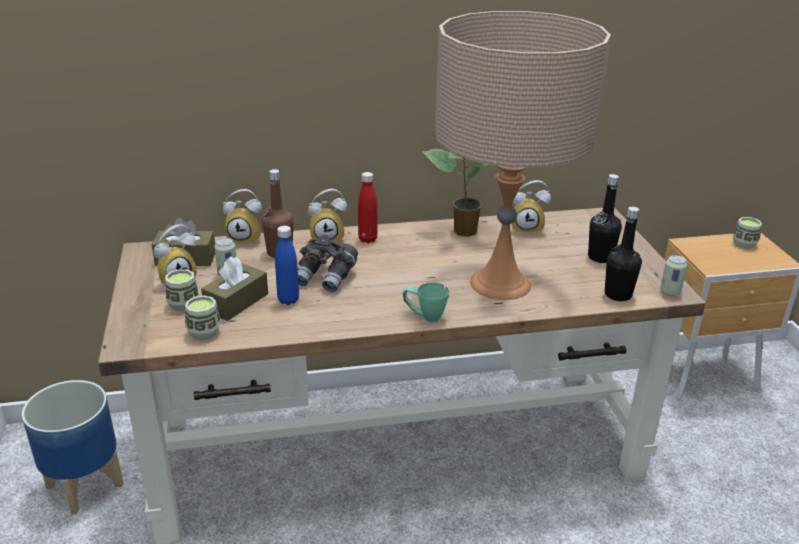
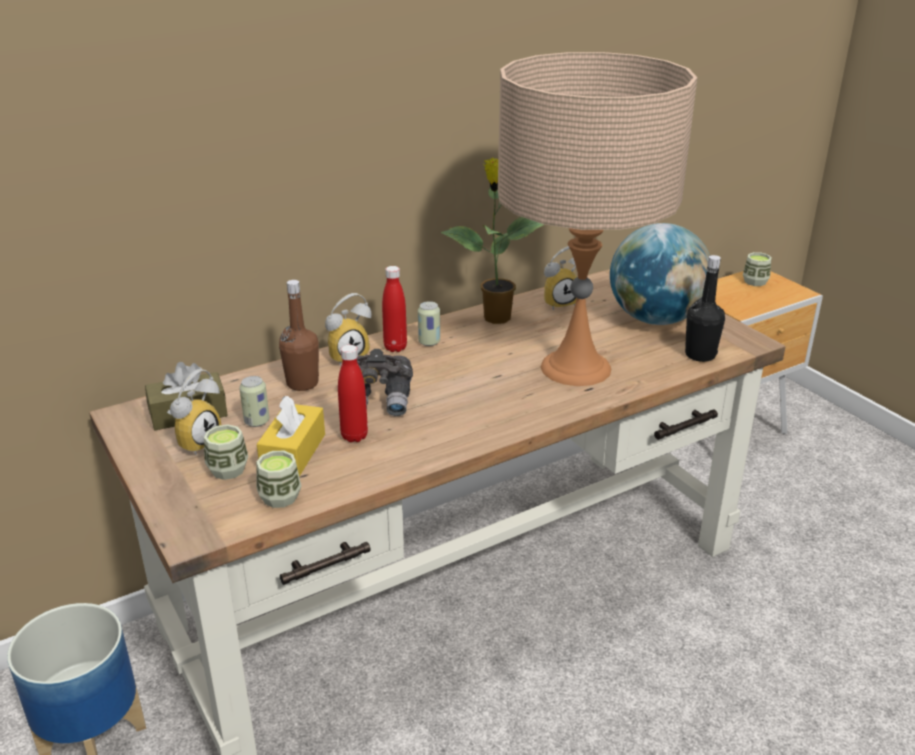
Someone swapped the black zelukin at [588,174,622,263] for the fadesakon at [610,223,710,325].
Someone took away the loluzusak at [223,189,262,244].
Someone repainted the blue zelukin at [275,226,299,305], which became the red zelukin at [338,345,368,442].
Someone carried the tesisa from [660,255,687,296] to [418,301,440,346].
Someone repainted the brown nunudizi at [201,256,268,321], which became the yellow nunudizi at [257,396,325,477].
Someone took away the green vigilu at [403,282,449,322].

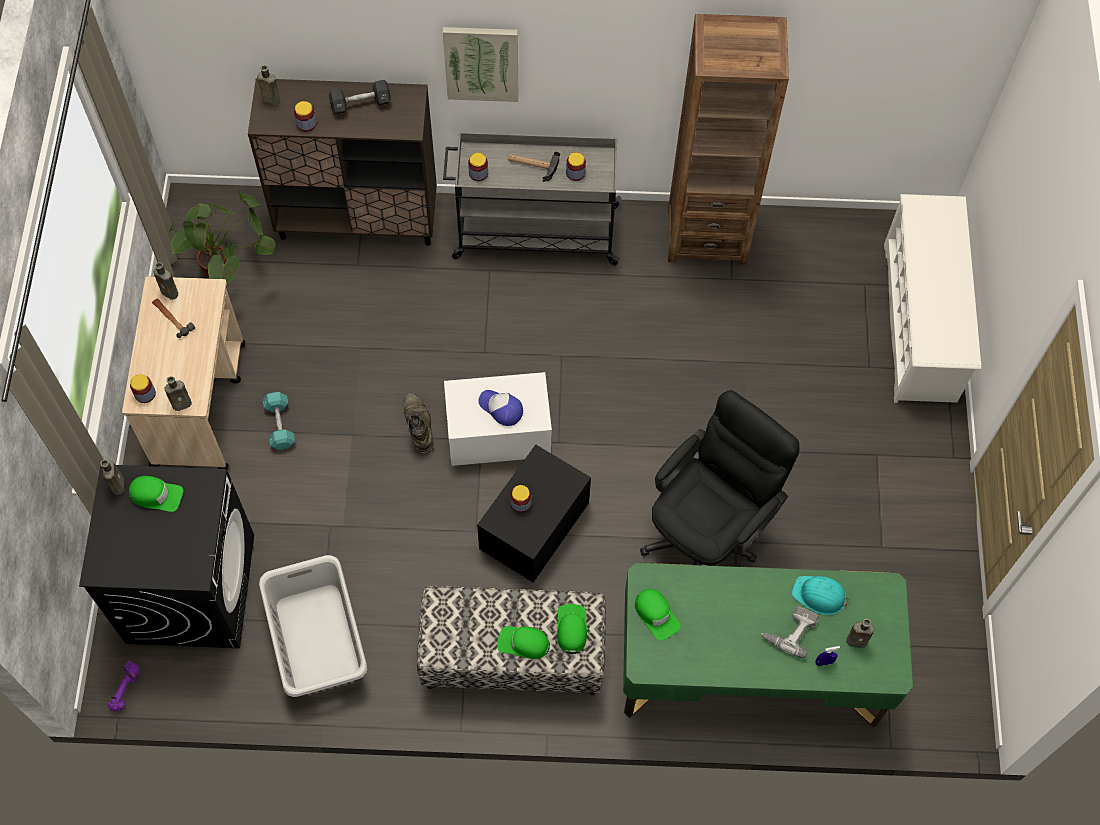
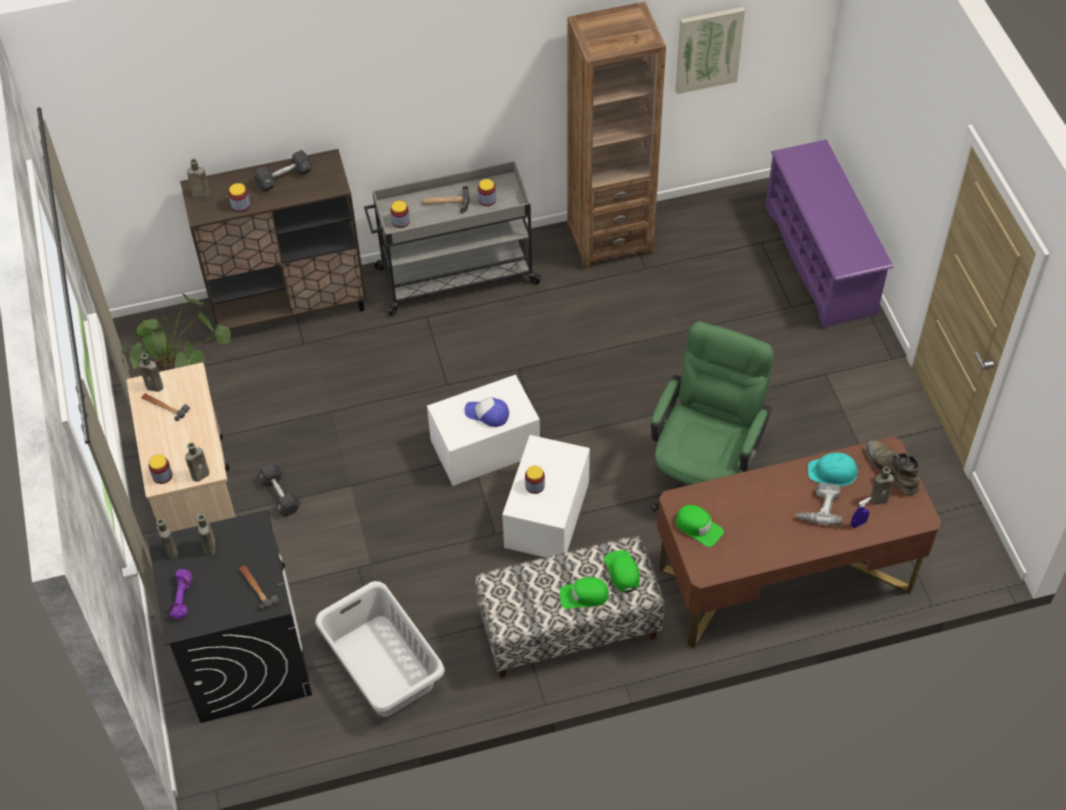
Someone carried the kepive from [443,27,518,102] to [675,7,745,94].
Someone repainted the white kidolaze at [884,194,981,403], which became the purple kidolaze at [765,140,893,329].
Someone repainted the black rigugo at [640,390,799,566], which became the green rigugo at [650,321,774,512].
Someone repainted the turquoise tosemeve at [262,392,295,450], which became the black tosemeve at [258,464,301,516].
Someone carried the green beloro from [403,393,434,454] to [865,441,920,495].
Someone repainted the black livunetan at [477,445,591,583], which became the white livunetan at [502,435,590,557].
Someone swapped the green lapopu at [129,476,183,512] for the brown zelukin at [197,514,215,556].
Someone repainted the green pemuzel at [623,563,913,728], which became the brown pemuzel at [657,436,941,649].
Someone carried the purple tosemeve from [107,661,140,711] to [169,569,192,619].
Someone put down the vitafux at [239,565,279,610].

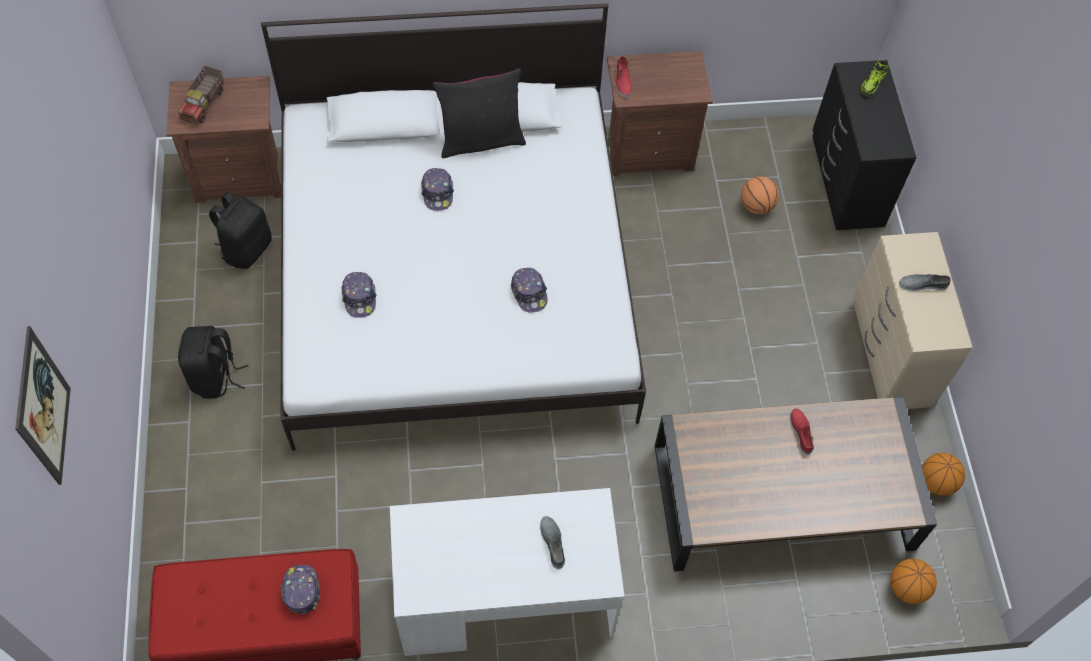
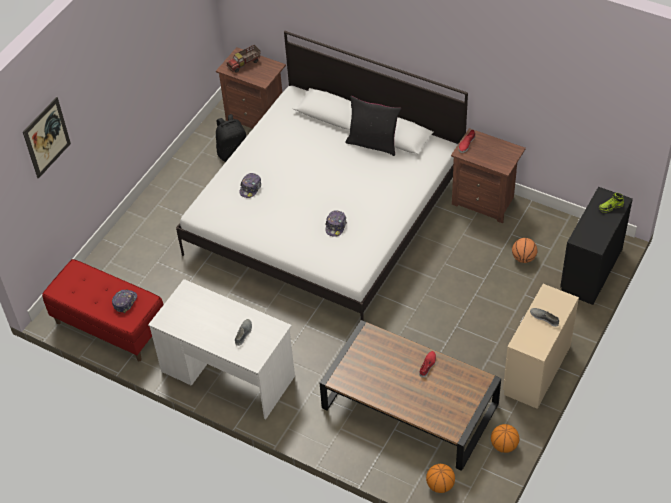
Someone took away the lapopu at [421,168,454,211].
Someone took away the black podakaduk at [178,326,249,399].

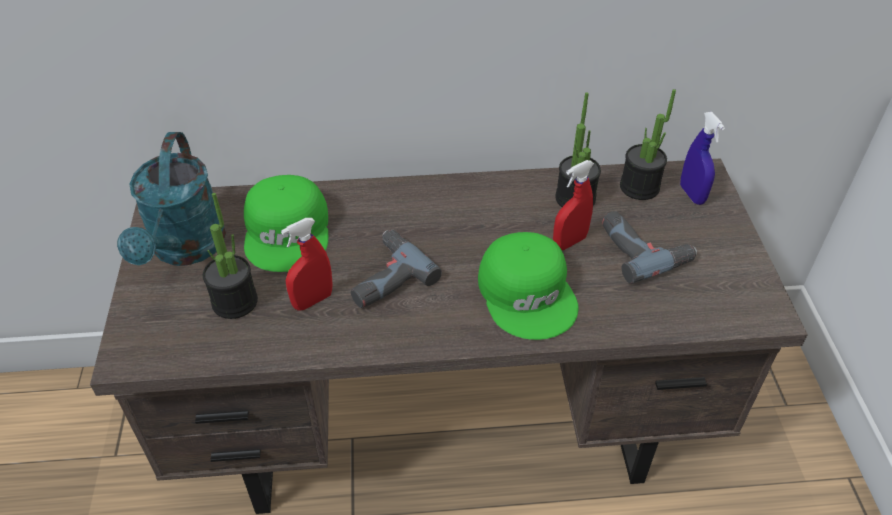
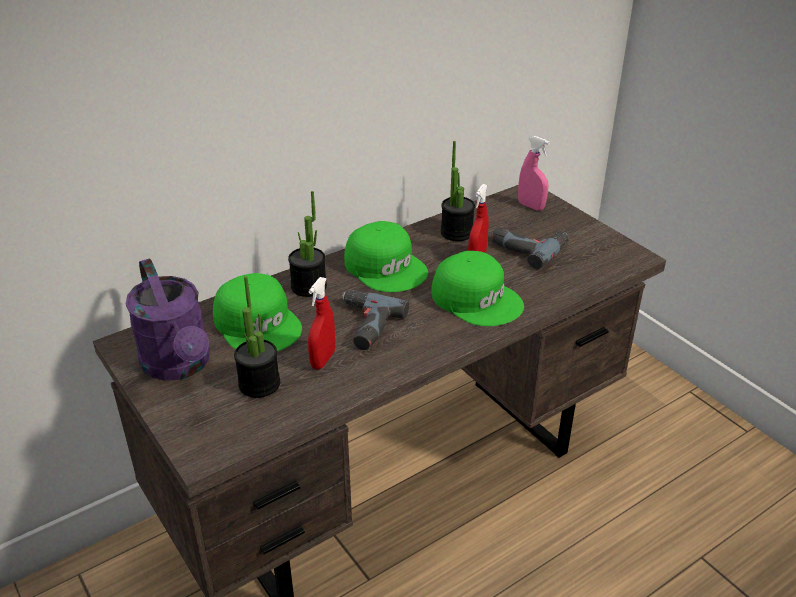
Someone carried the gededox from [620,89,676,200] to [288,191,327,297].
Someone repainted the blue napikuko at [680,112,725,205], which became the pink napikuko at [518,136,550,211].
Someone repainted the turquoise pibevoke at [117,132,226,266], which became the purple pibevoke at [125,258,210,381].
Someone put down the green lapopu at [344,221,428,292].

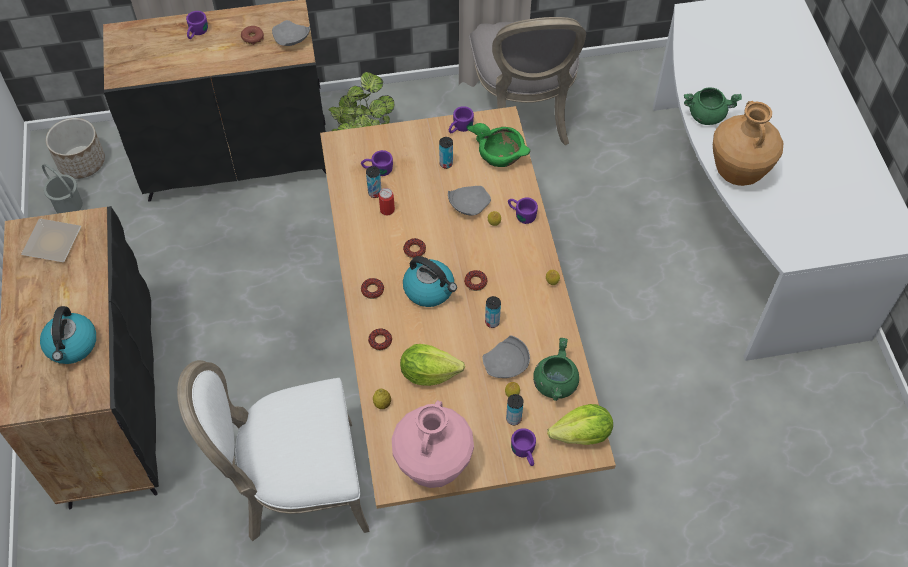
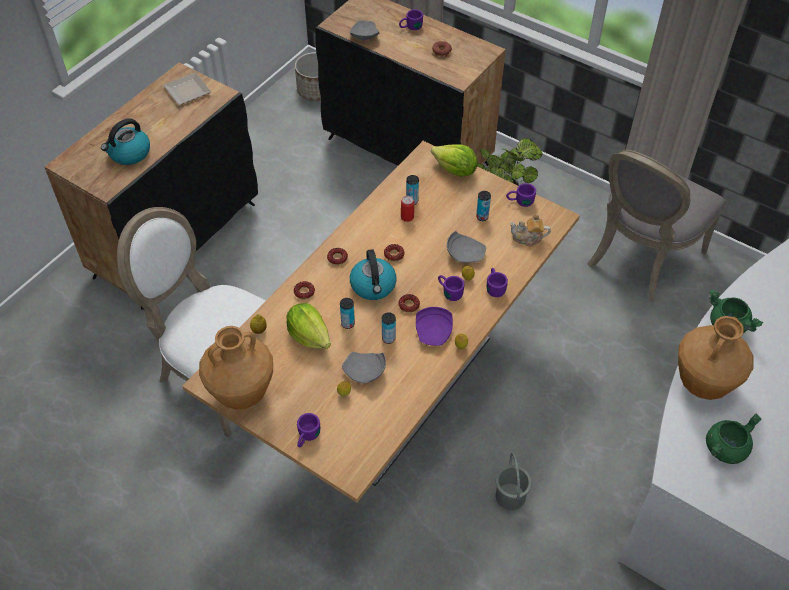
Someone carried the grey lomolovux from [272,20,310,46] to [350,20,379,40].
Someone swapped the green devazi at [467,123,530,167] for the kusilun at [510,214,551,247].
Someone carried the purple vigilu from [361,150,393,176] to [438,275,465,301].
Someone carried the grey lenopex from [42,164,83,214] to [496,453,532,510].
Someone carried the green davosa from [533,338,579,401] to [706,414,761,464].
Someone carried the tesisa from [506,394,524,425] to [340,298,355,329].
Someone repainted the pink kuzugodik at [391,400,474,488], which became the brown kuzugodik at [199,326,273,409].
Someone carried the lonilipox from [547,404,613,445] to [431,144,478,177].
Someone put down the purple lomolovux at [416,307,453,346].

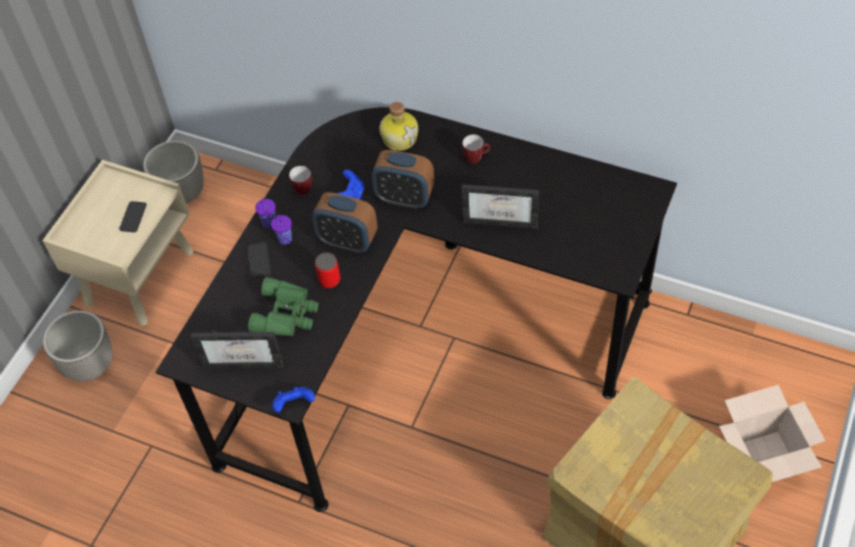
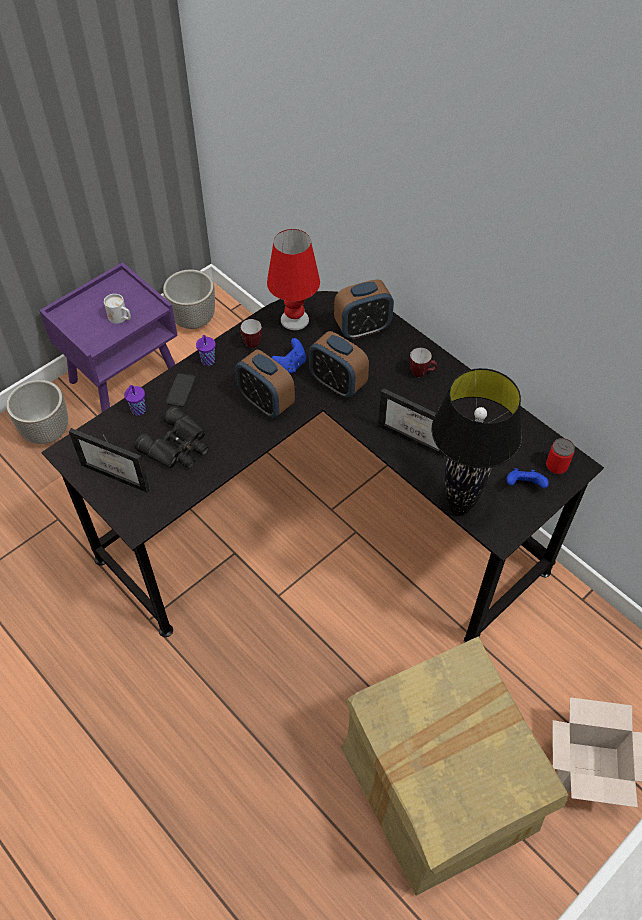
Someone swapped the zelukin at [379,102,418,151] for the loluzusak at [334,279,394,339].
Someone repainted the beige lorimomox at [42,160,193,326], which became the purple lorimomox at [39,262,178,412].
Someone swapped the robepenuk at [119,201,147,232] for the white vigilu at [104,294,131,324].
Someone carried the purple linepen from [271,215,292,245] to [124,385,146,416].
Someone carried the tesisa from [315,252,340,288] to [546,438,575,474].
Someone repainted the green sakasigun at [248,277,318,336], which became the black sakasigun at [134,406,208,469].
Someone carried the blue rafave from [272,387,315,412] to [507,468,549,488].
Someone put down the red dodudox at [267,229,320,330].
Someone put down the black dodudox at [432,368,522,516].

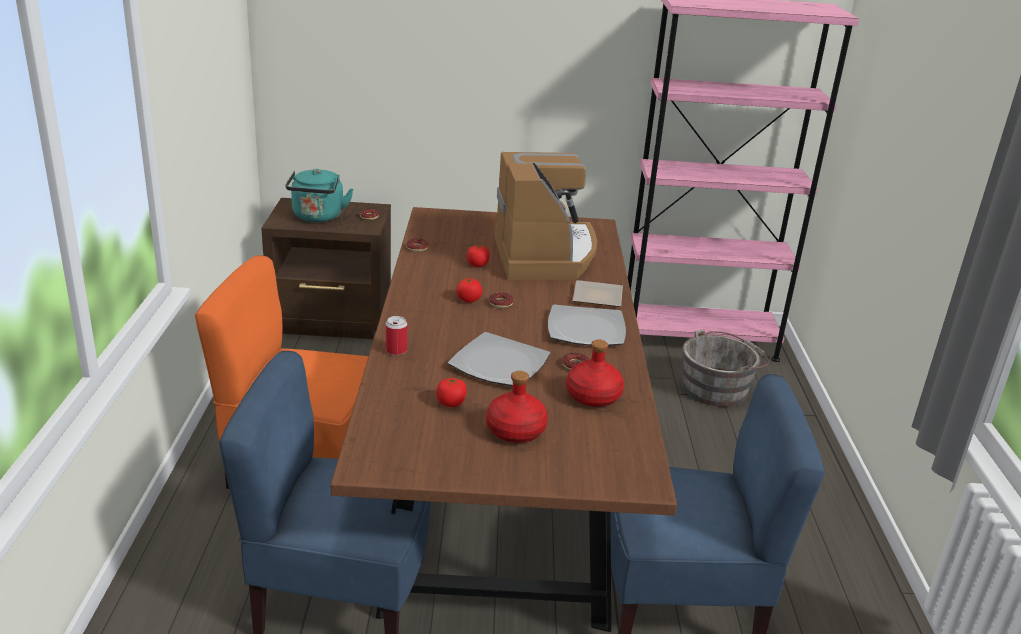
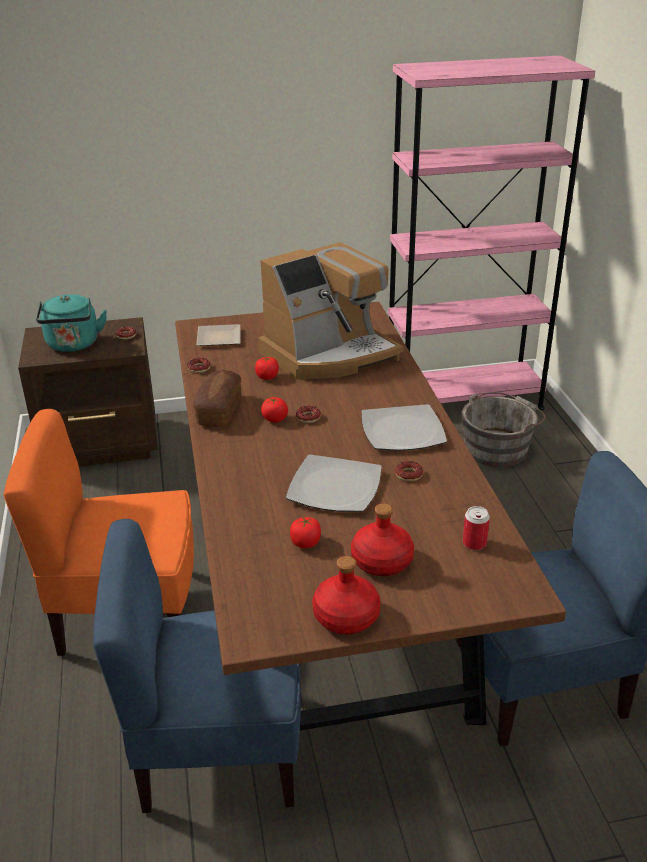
Someone rotated the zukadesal at [494,152,597,280] by 75 degrees clockwise.
Someone carried the lomolovux from [573,280,623,307] to [196,324,241,346].
Someone carried the tesisa from [386,316,407,355] to [463,506,490,550].
Someone carried the red zelukin from [566,339,624,407] to [312,556,381,635].
Someone put down the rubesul at [193,370,241,427].

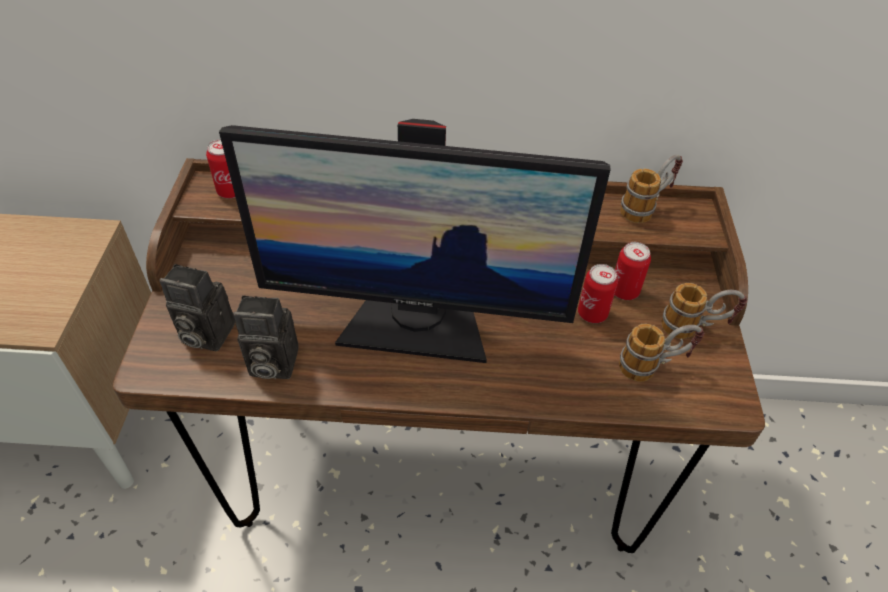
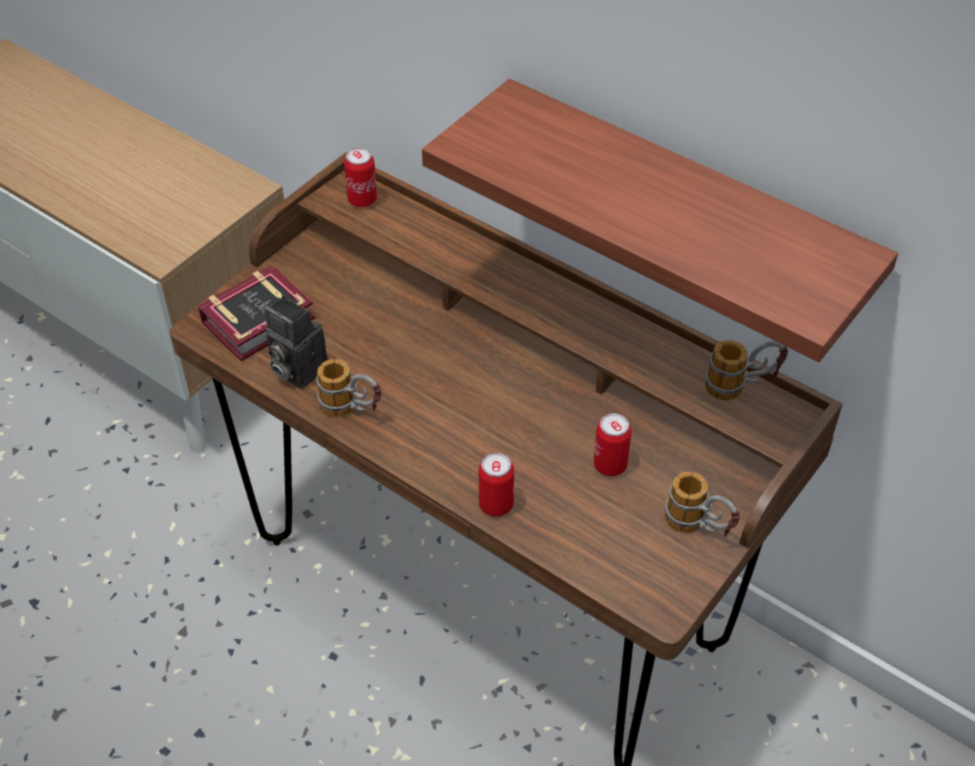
Someone took away the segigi at [219,119,610,363].
Someone carried the tesisa from [615,242,651,300] to [479,452,514,517].
Someone swapped the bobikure at [160,264,235,351] for the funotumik at [198,265,315,361].
Someone carried the vigilu from [619,324,704,382] to [316,359,382,417].
Someone put up the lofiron at [422,79,898,362].

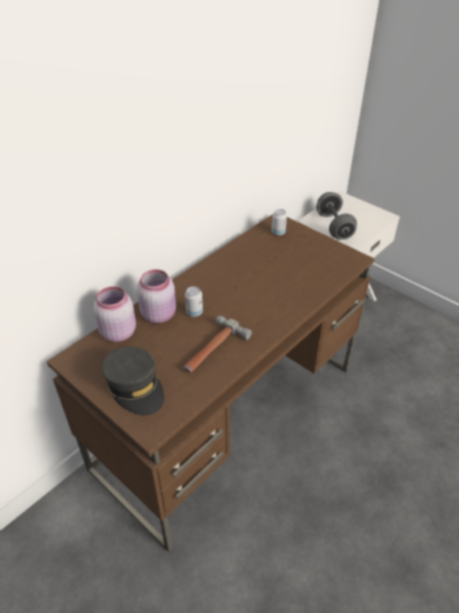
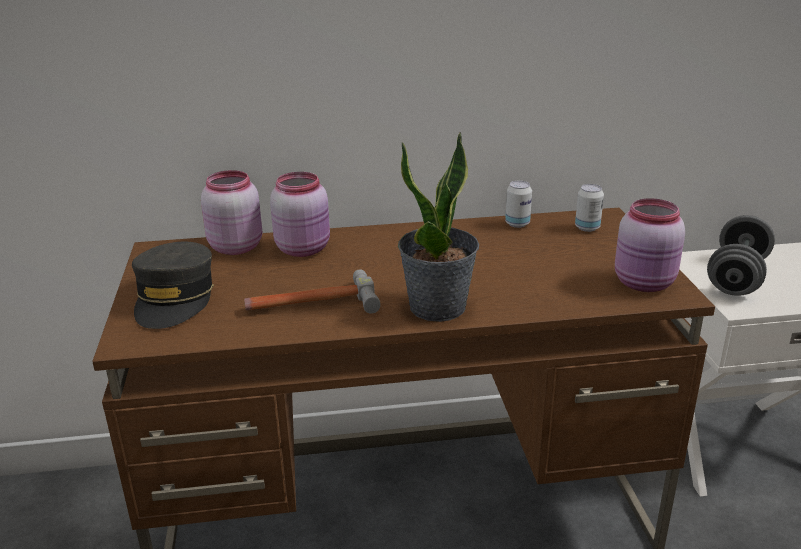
Someone carried the tesisa from [185,286,203,317] to [505,181,532,228].
Someone put down the gededox at [398,132,479,322].
Someone put down the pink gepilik at [615,198,685,292].

